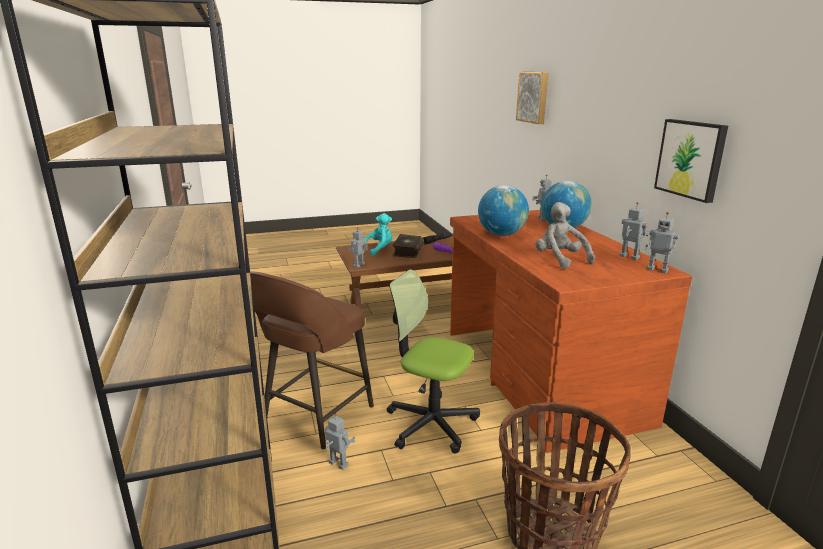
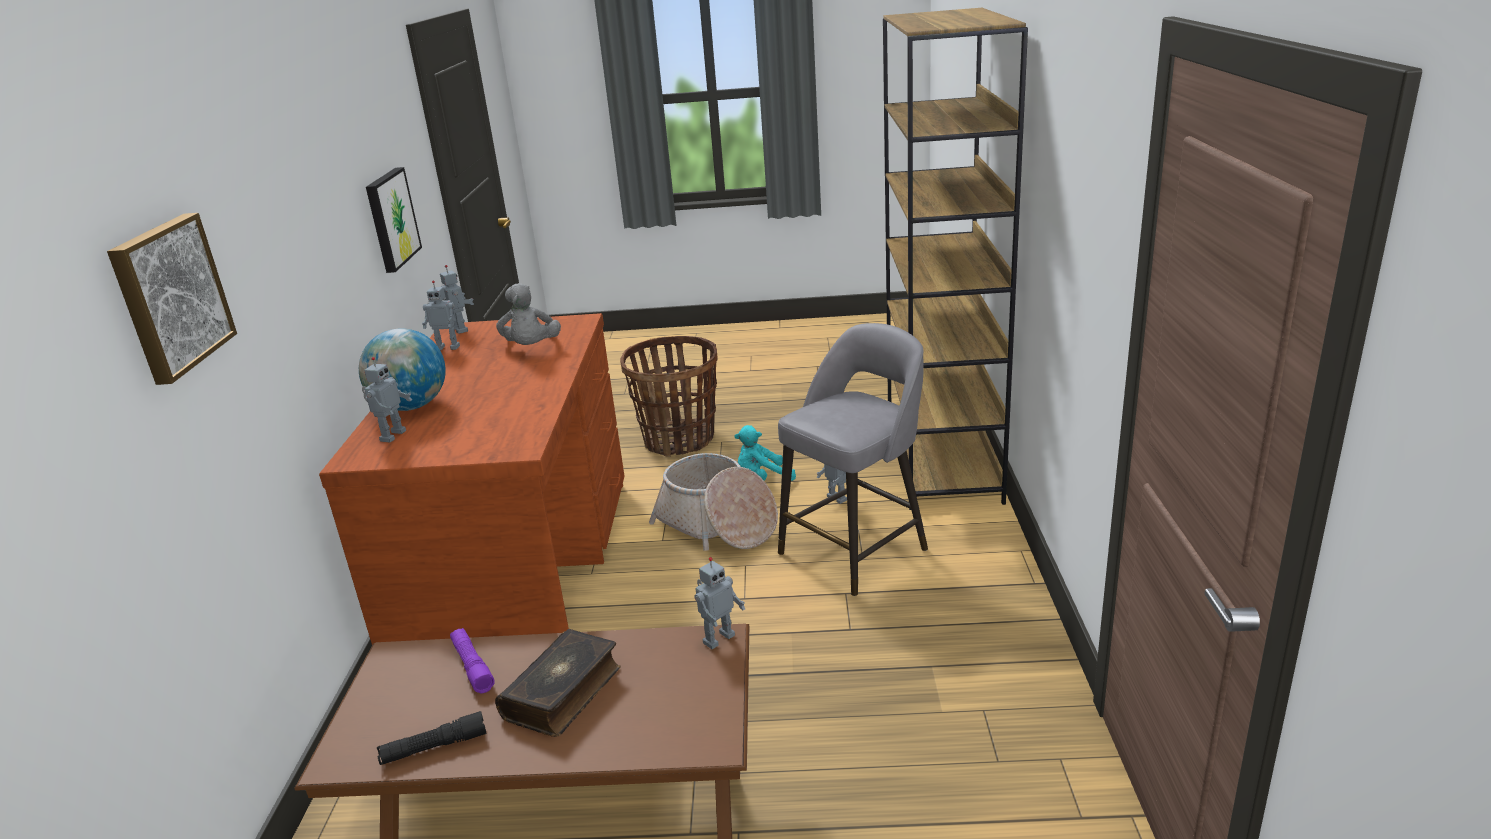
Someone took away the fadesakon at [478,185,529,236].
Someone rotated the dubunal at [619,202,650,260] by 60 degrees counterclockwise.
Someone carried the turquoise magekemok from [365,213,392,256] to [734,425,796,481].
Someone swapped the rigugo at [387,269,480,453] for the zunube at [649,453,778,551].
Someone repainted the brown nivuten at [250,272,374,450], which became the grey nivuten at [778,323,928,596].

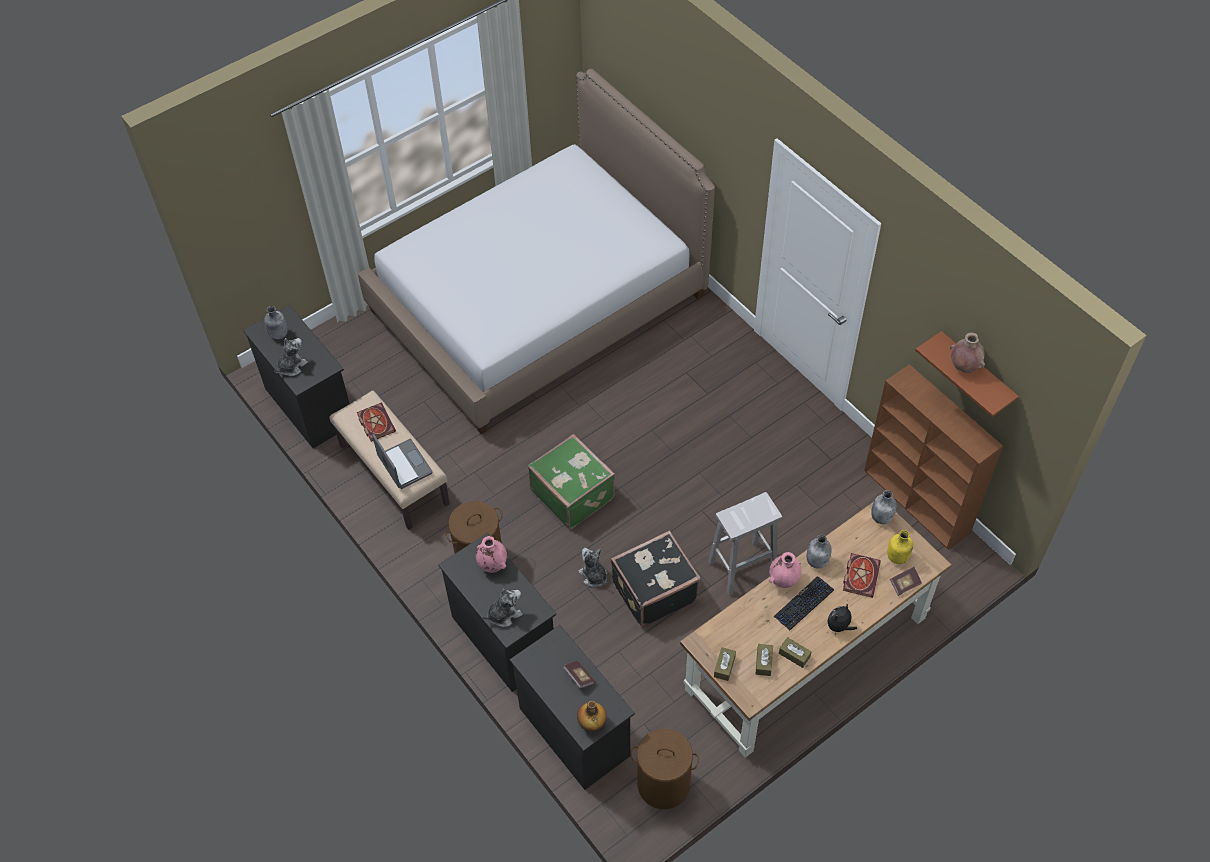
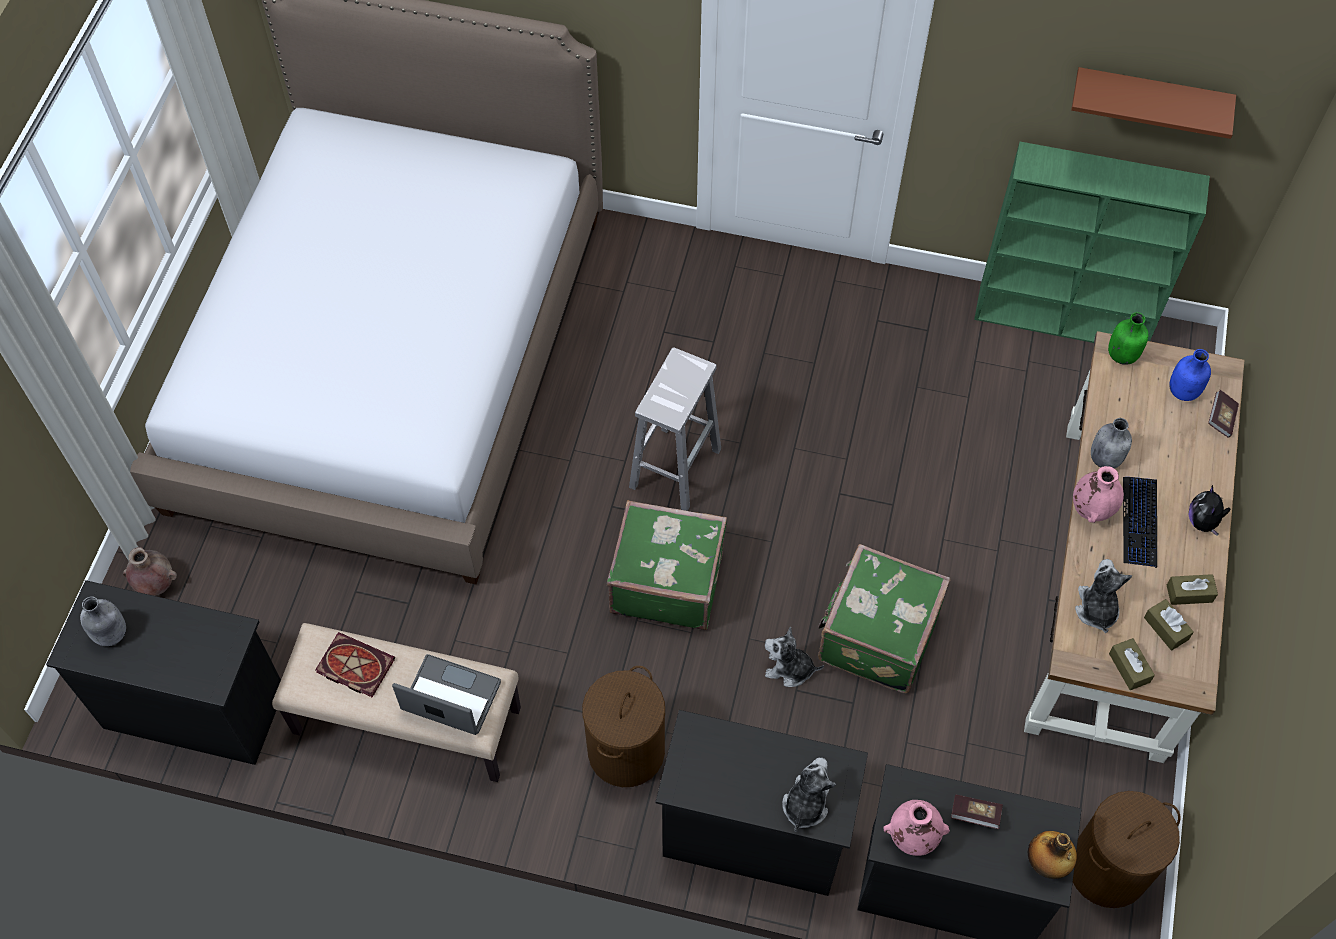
Someone carried the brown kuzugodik from [950,332,985,373] to [123,547,177,596].
Someone carried the magekemok from [274,338,308,376] to [1075,559,1132,633].
Someone repainted the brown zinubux at [864,364,1003,550], which became the green zinubux at [974,142,1210,343].
Someone repainted the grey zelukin at [871,490,897,524], which became the green zelukin at [1108,312,1148,365].
Someone carried the white nivuten from [708,492,782,596] to [629,347,721,511].
Someone repainted the yellow zelukin at [887,530,913,564], which became the blue zelukin at [1169,349,1211,401].
Someone repainted the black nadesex at [611,531,701,628], which became the green nadesex at [818,544,950,693].
Someone carried the pink kuzugodik from [476,536,507,573] to [883,800,950,856].
Someone took away the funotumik at [843,553,881,598].

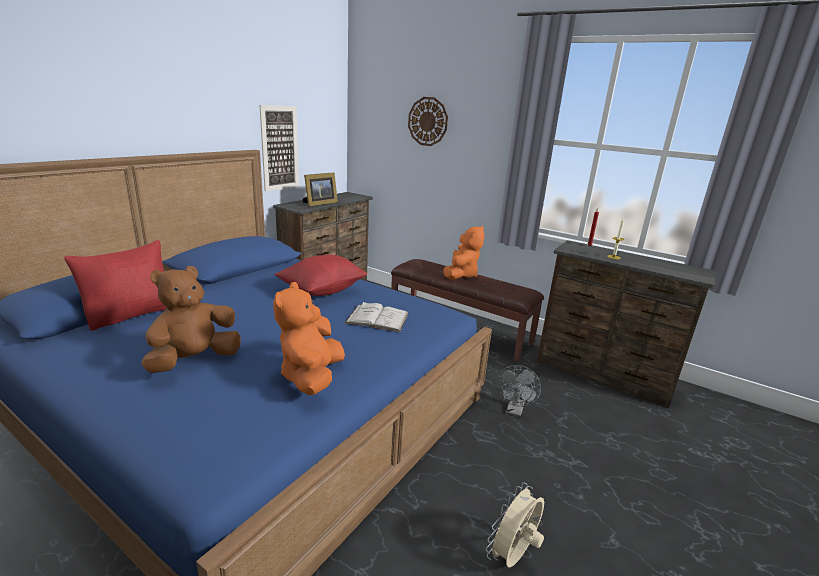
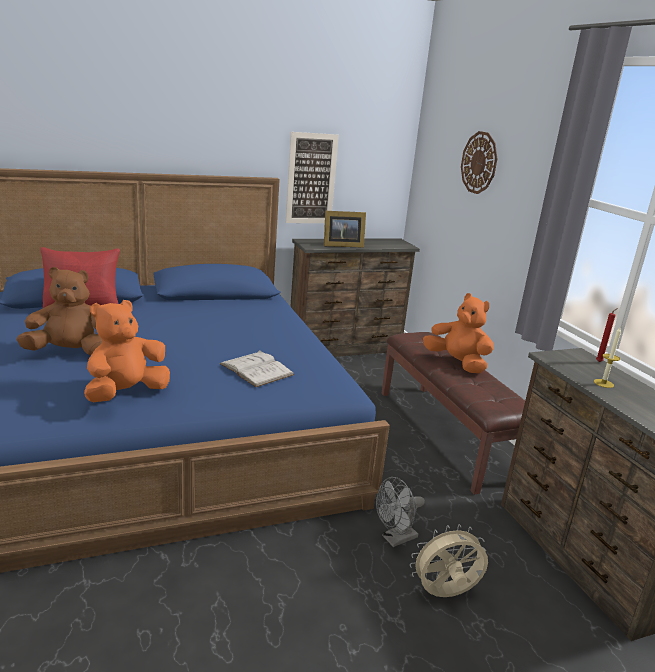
Someone rotated the orange magekemok at [443,225,485,280] by 105 degrees counterclockwise.
Someone took away the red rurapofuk at [275,254,367,296].
Someone carried the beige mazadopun from [486,483,544,567] to [410,524,488,597].

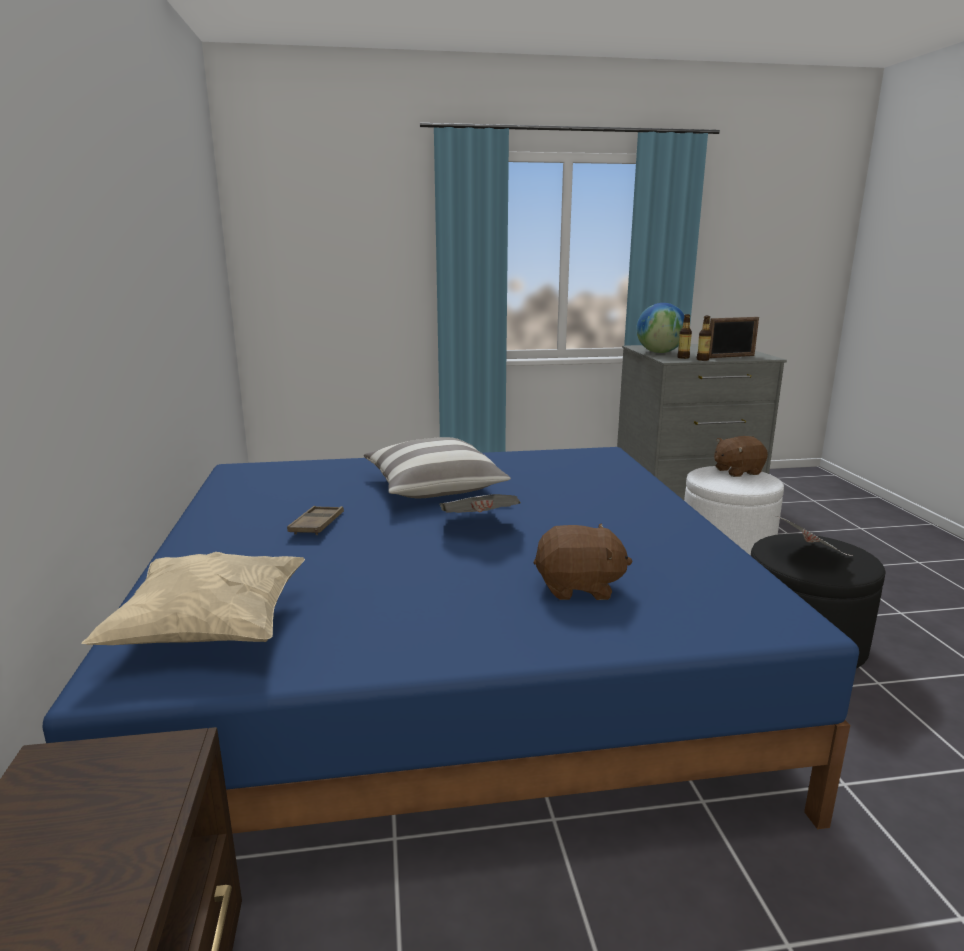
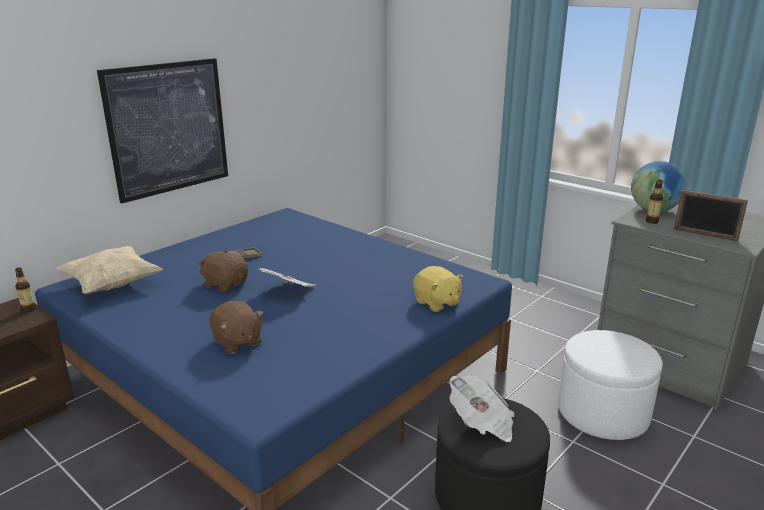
Someone carried the zelukin from [697,316,712,361] to [15,268,36,313].
Someone carried the brown magekemok from [714,436,768,477] to [198,250,248,293].
Someone took away the rurapofuk at [364,437,511,498].
Someone put up the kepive at [97,58,228,204].
Someone put down the yellow magekemok at [413,266,463,312].

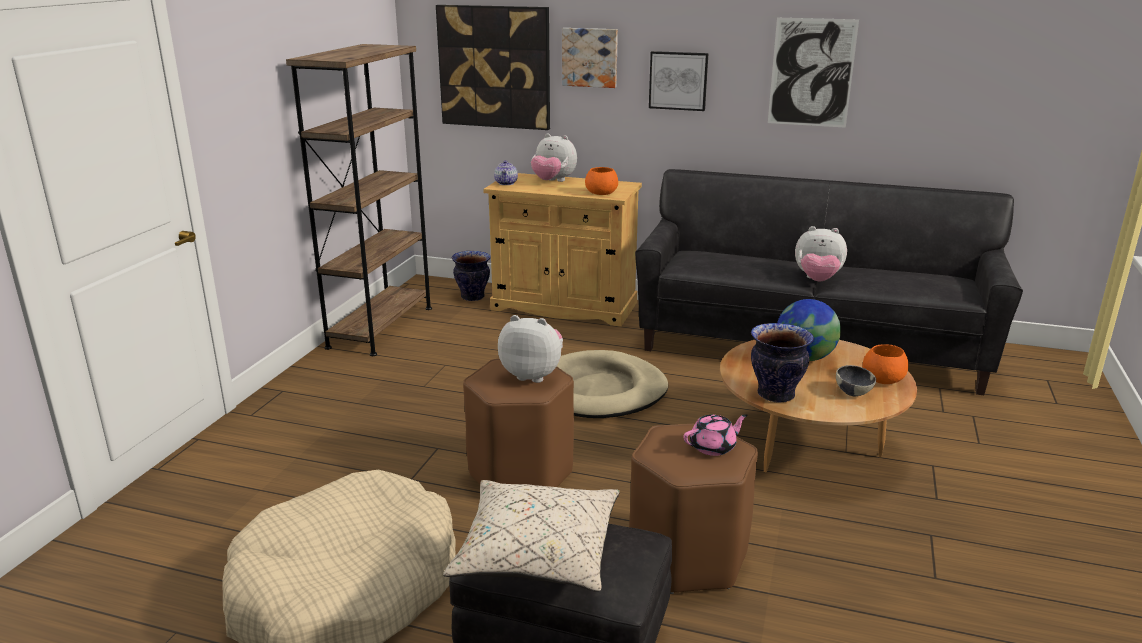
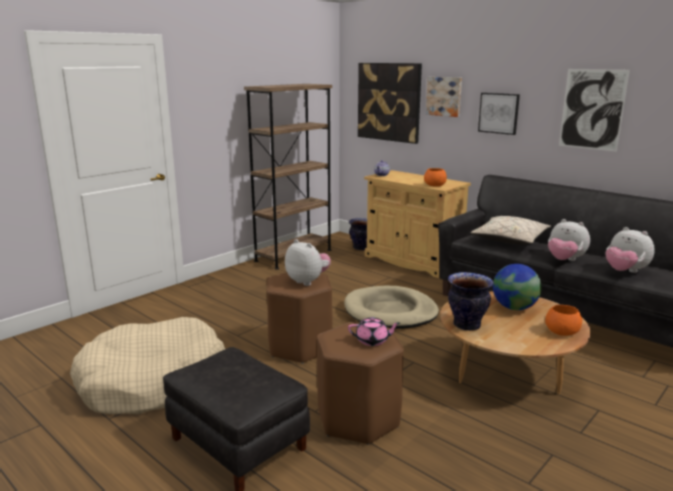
Someone carried the magekemok from [531,134,577,182] to [605,227,655,273].
Someone took away the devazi at [836,365,876,396].
Someone carried the beige rurapofuk from [443,480,620,592] to [471,216,551,245].

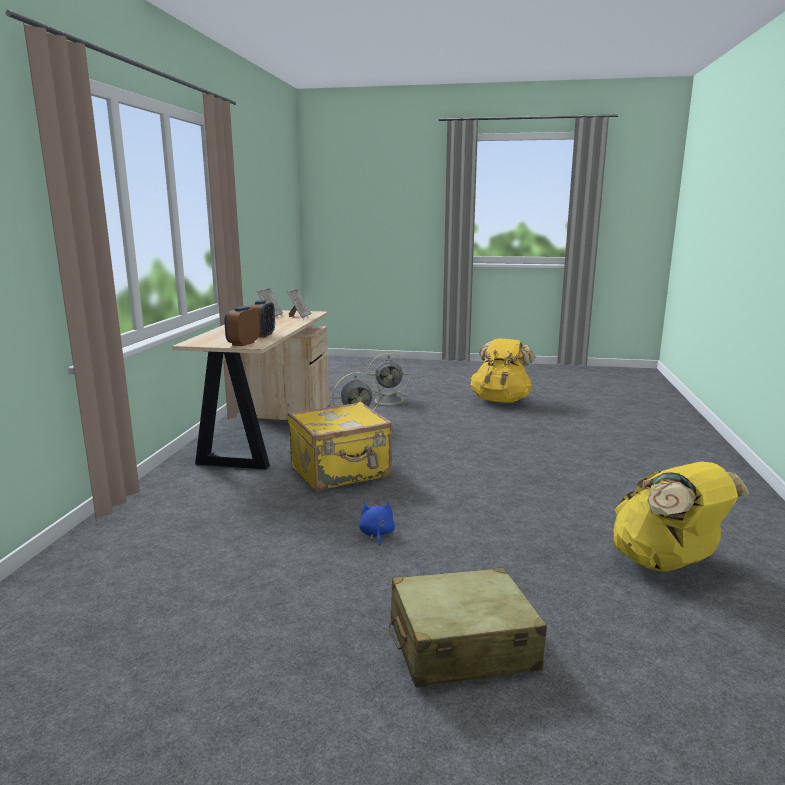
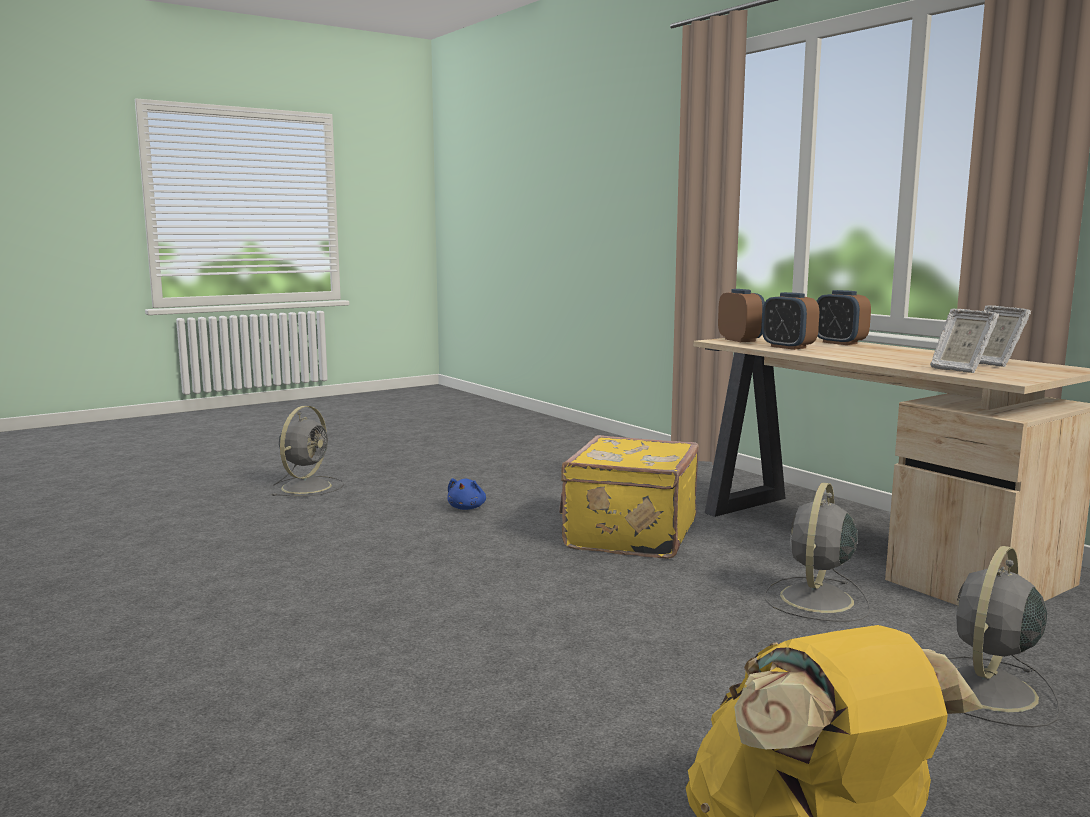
Someone took away the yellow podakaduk at [613,461,749,572].
Someone rotated the blue magekemok at [359,500,395,546] by 60 degrees clockwise.
Someone swapped the beige nadesex at [388,567,547,688] for the grey mazadopun at [271,406,344,496].
Someone put down the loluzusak at [817,290,871,345].

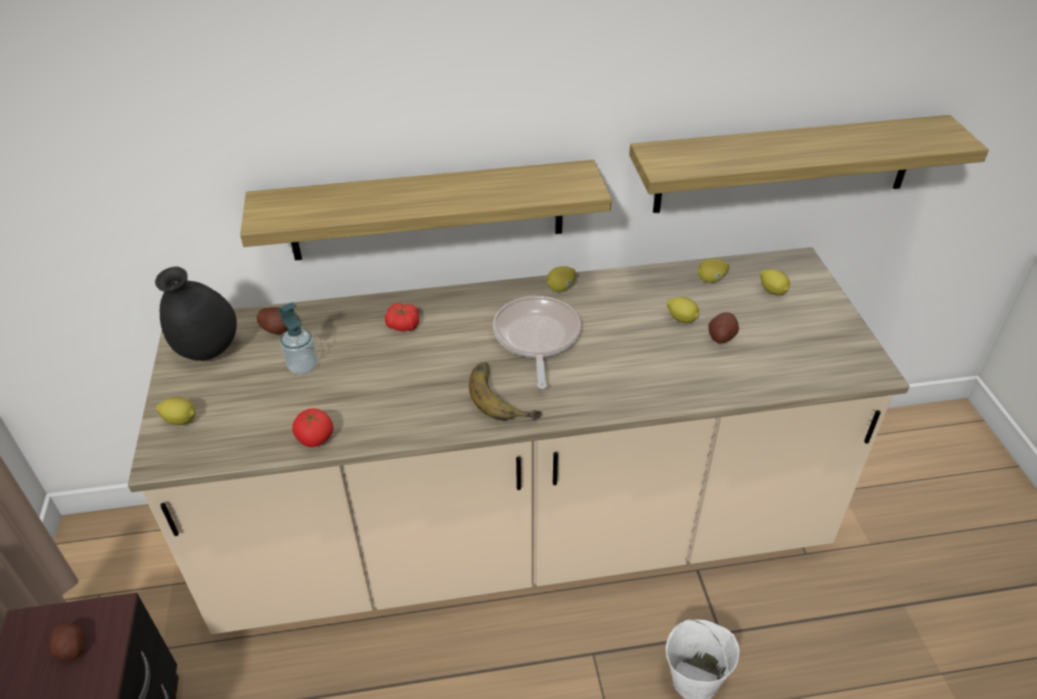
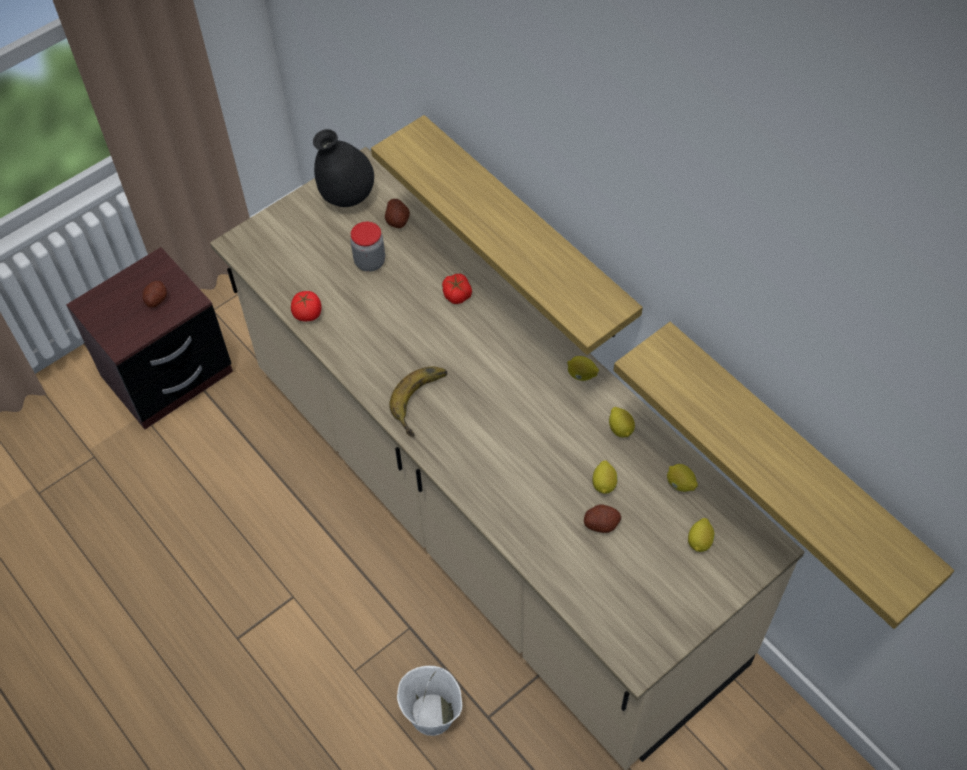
Someone took away the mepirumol at [493,296,581,389].
Someone swapped the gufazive at [279,302,318,375] for the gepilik at [351,222,385,272].
Someone carried the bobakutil from [156,397,195,425] to [609,407,635,437].

